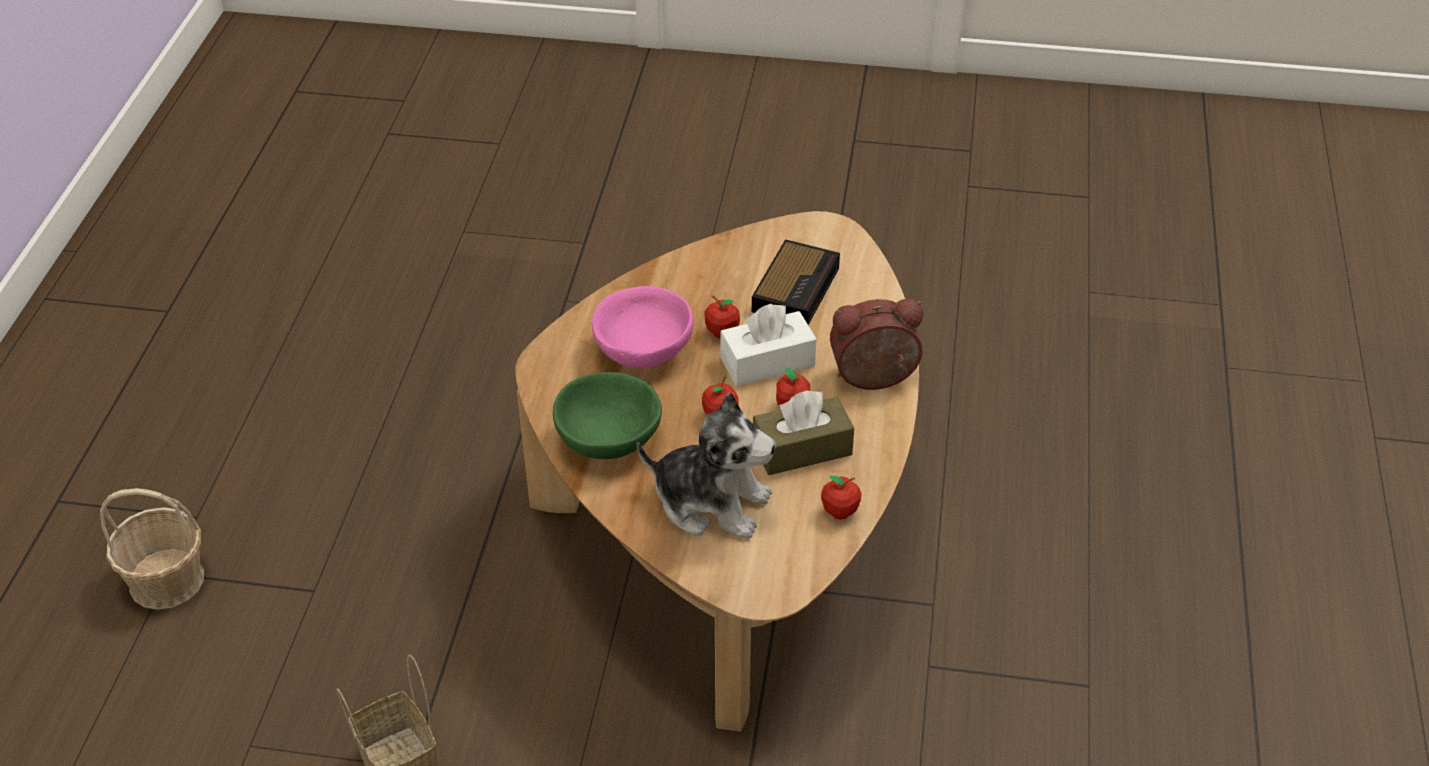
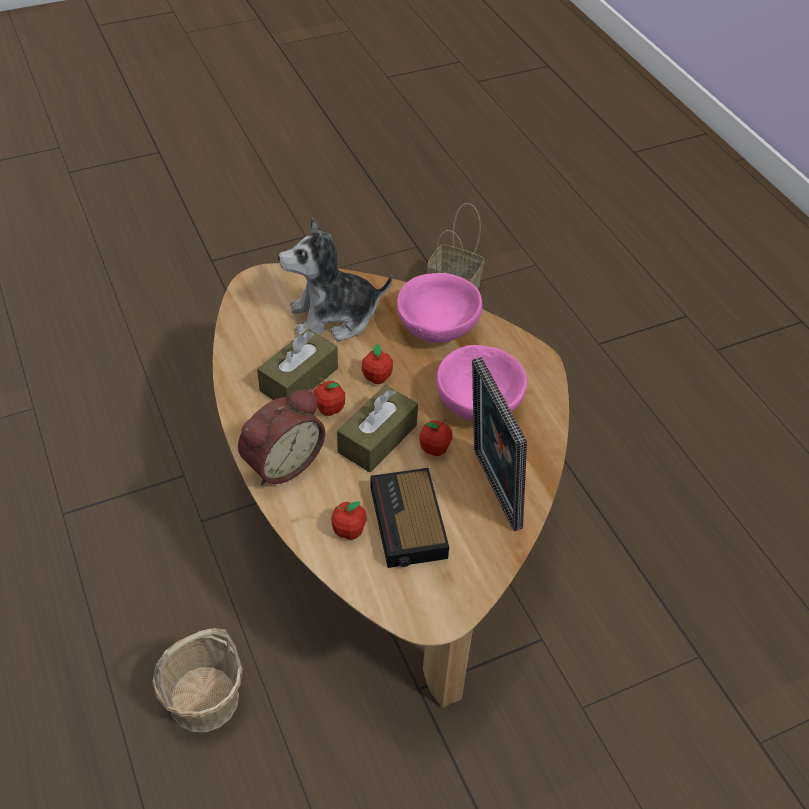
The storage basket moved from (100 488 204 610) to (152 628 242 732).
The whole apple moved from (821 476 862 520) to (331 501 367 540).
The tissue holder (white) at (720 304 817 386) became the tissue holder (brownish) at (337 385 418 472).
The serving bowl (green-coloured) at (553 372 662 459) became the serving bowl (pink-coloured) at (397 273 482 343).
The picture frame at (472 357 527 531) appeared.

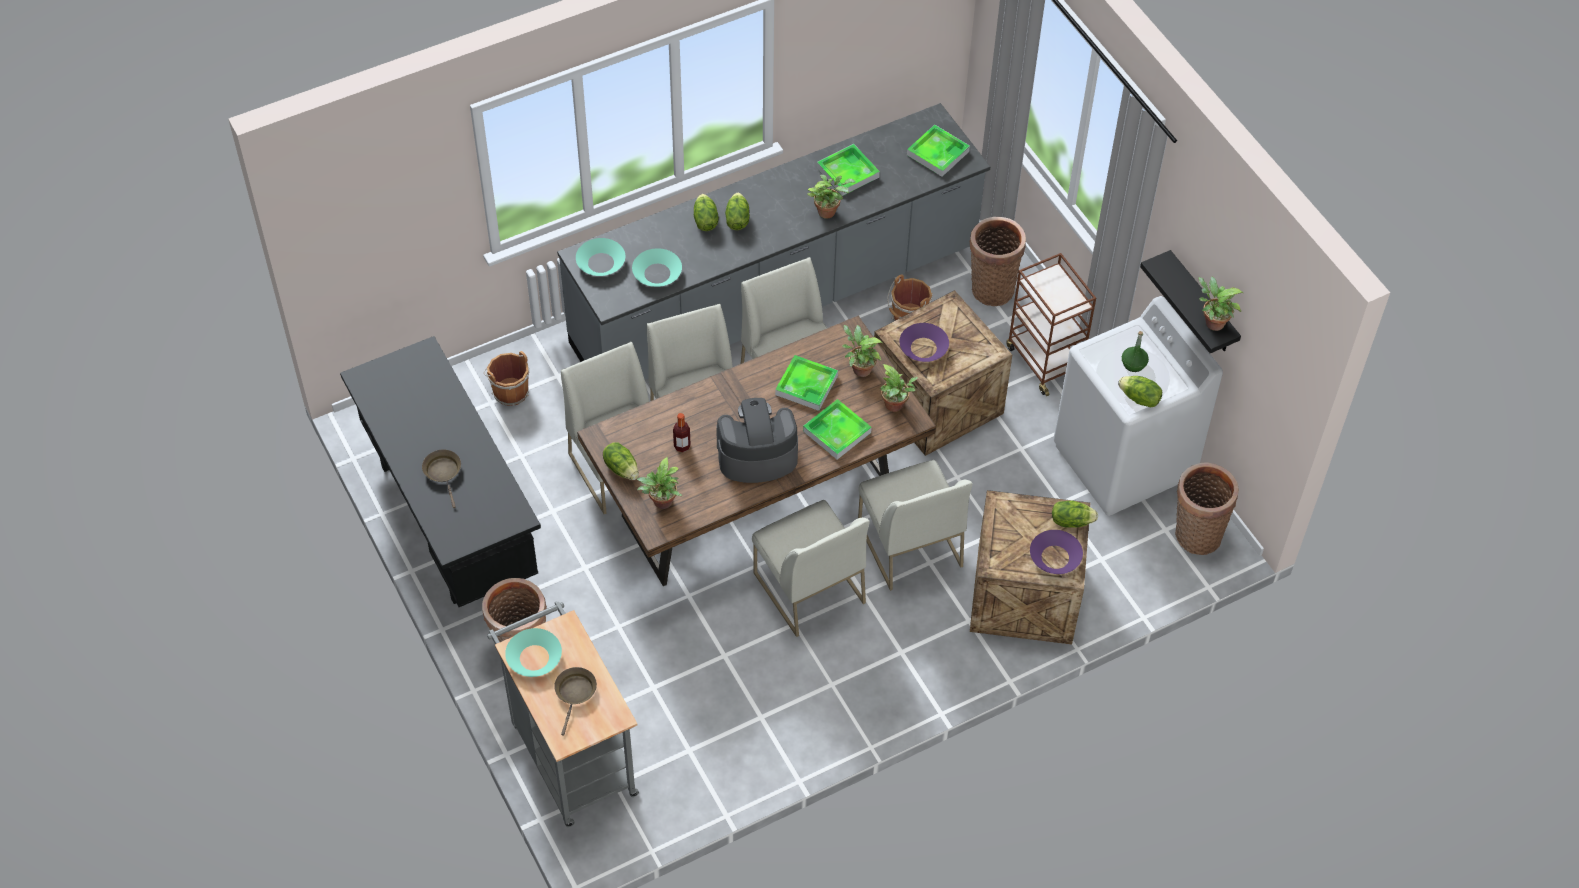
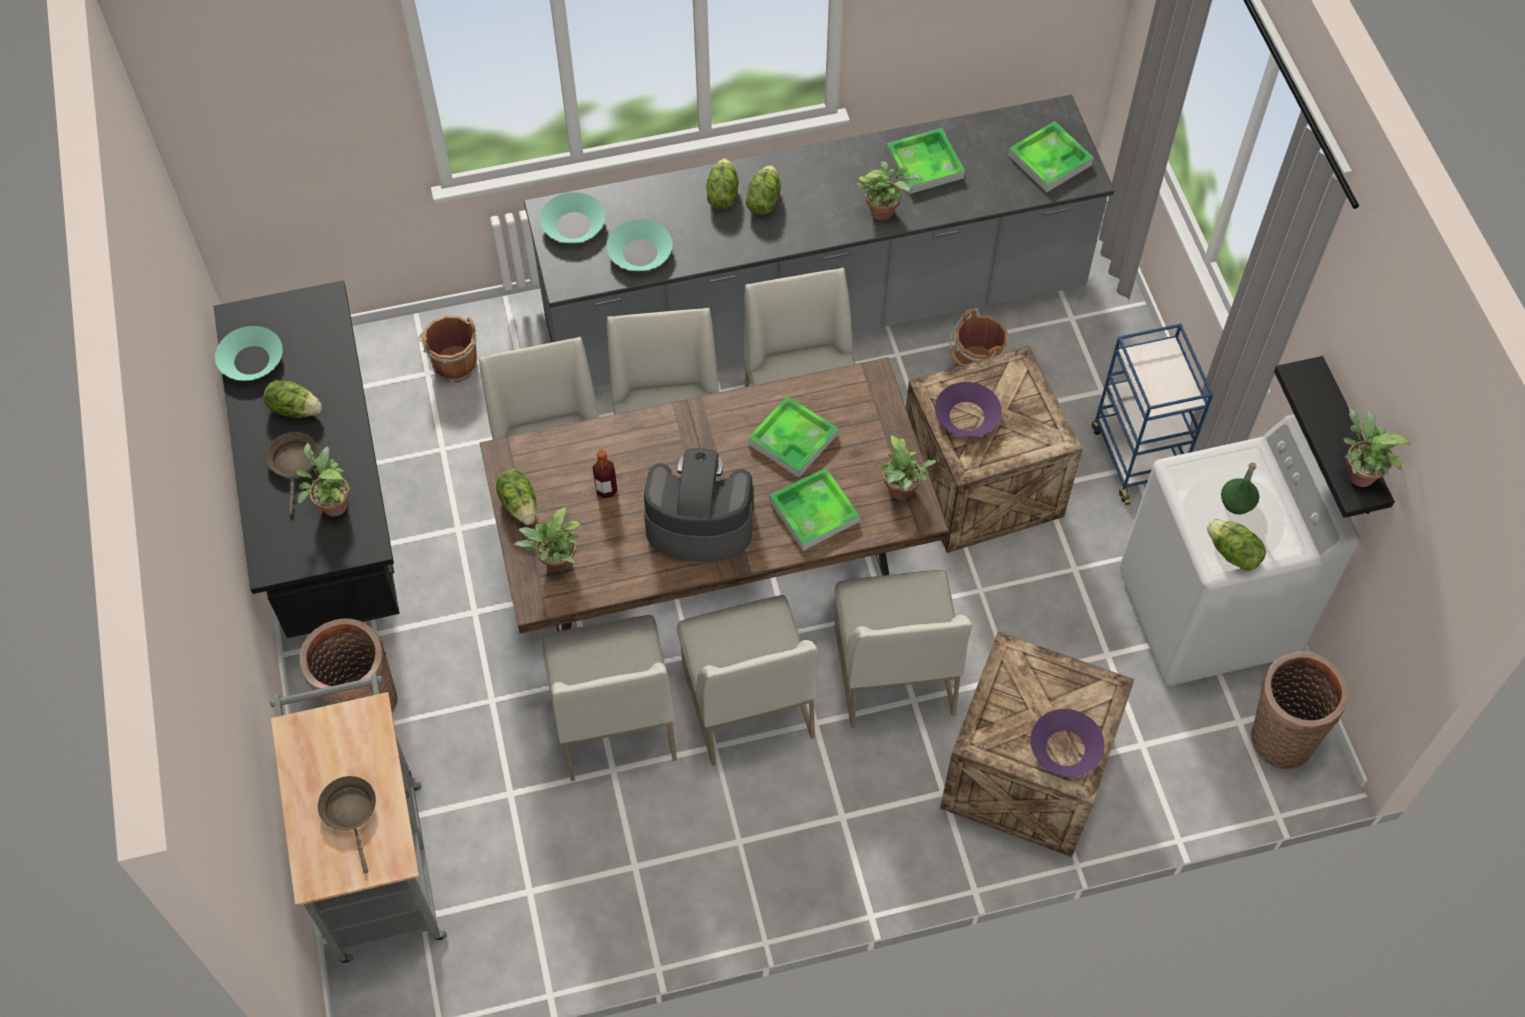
The serving bowl (blue-green) moved from (505 628 562 677) to (215 326 283 381).
The head of lettuce moved from (1052 501 1098 528) to (263 380 322 418).
The plant in a pot moved from (842 325 882 377) to (296 443 352 517).
The pan (brownish) at (554 667 597 736) turned 45 degrees counterclockwise.
The plain chair (white) at (541 615 677 781) appeared.
The wheeled cart (brownish) at (1006 253 1096 396) became the wheeled cart (blue) at (1092 324 1213 505).
The storage basket at (969 217 1026 306) disappeared.

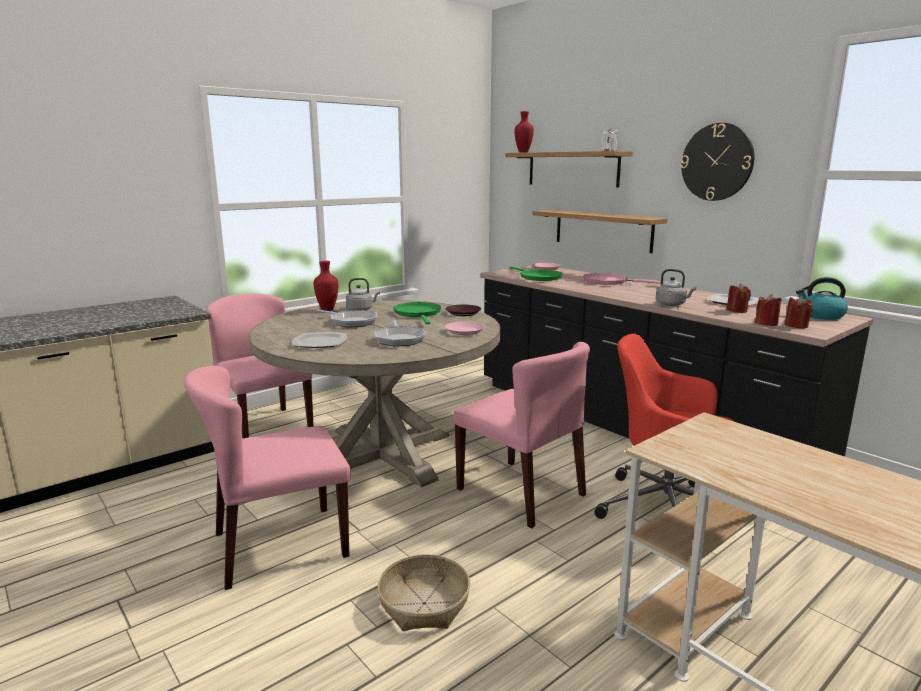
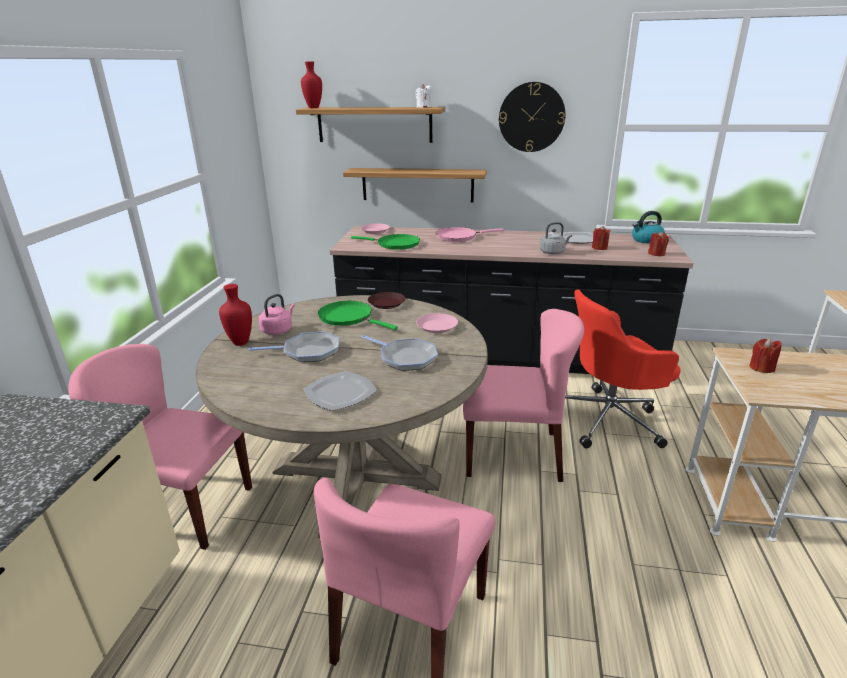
The water kettle (greyish) at (346 278 380 310) became the water kettle (pink-coloured) at (259 294 295 335).
The candle (red) moved from (755 294 782 326) to (749 338 782 373).
The storage basket at (377 554 470 631) disappeared.

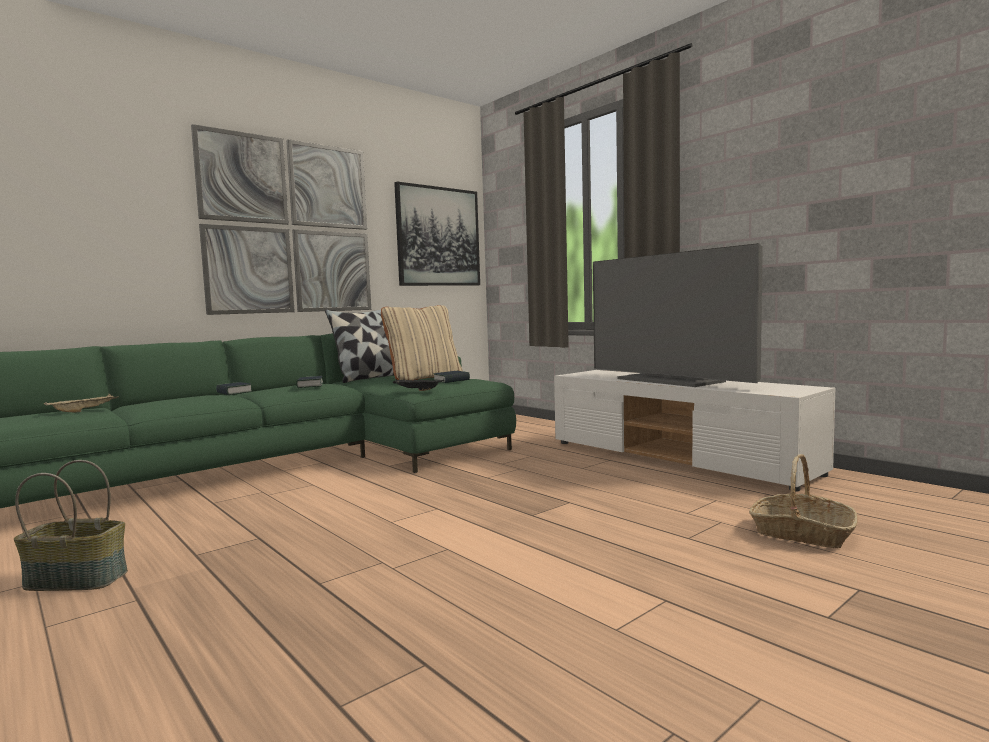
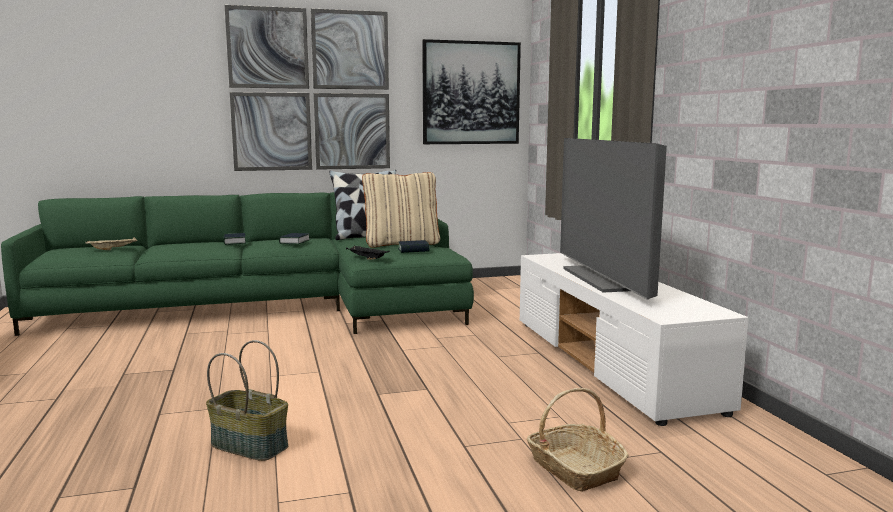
The storage basket moved from (14 460 128 591) to (206 340 288 461).

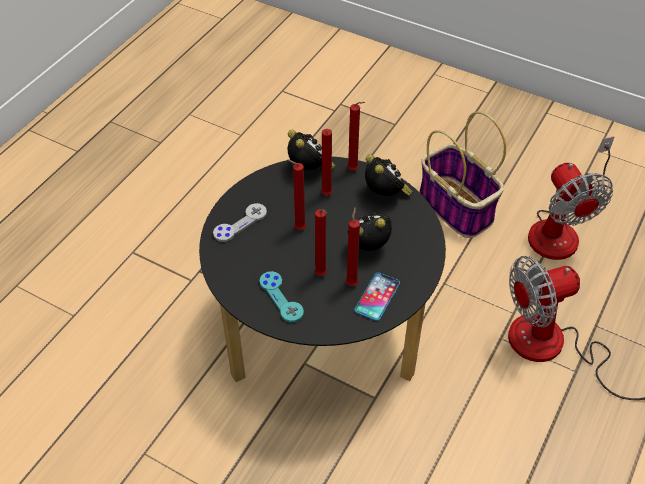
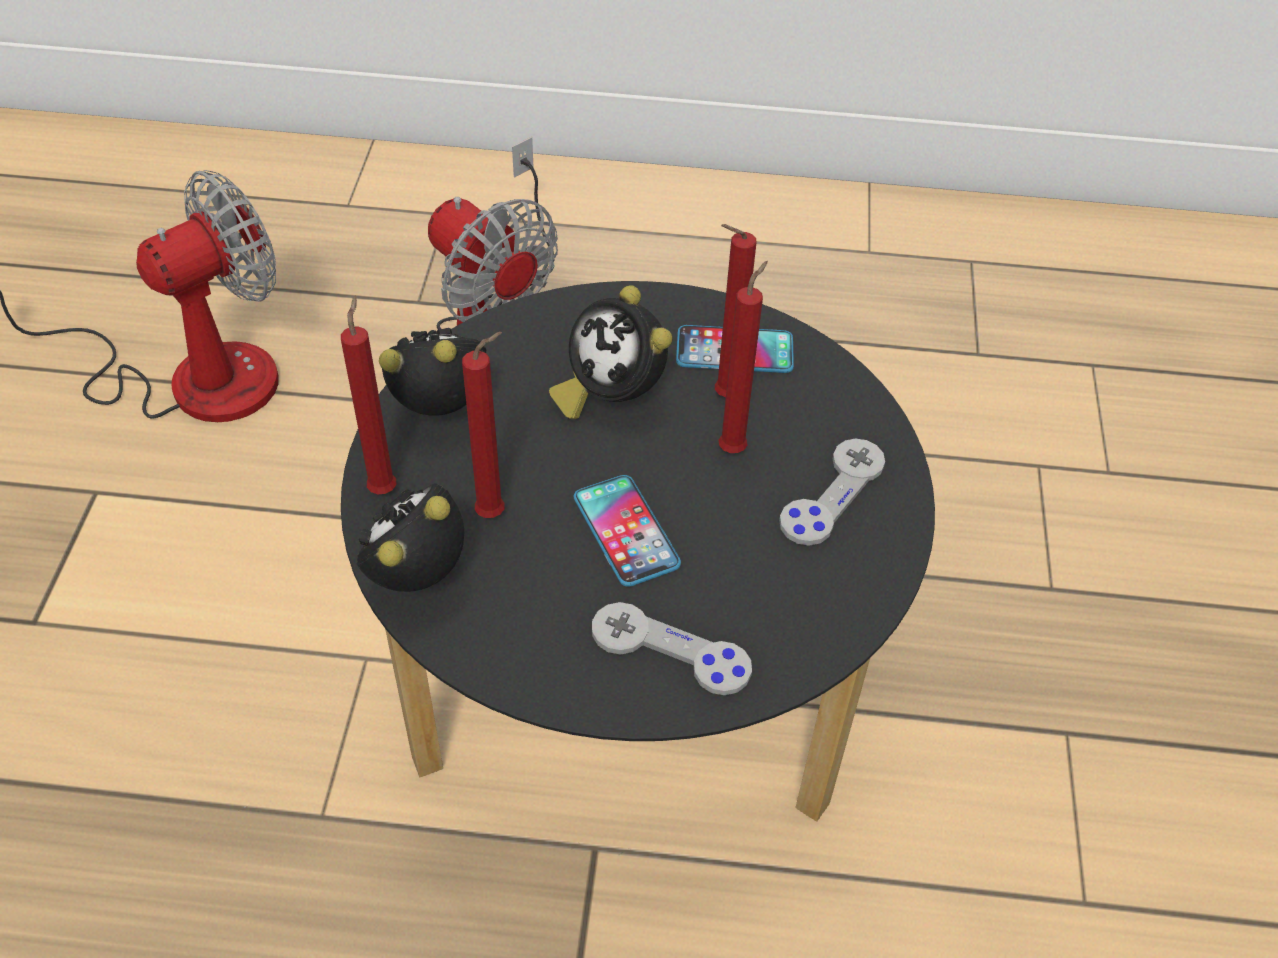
The bedside clock at (365 154 412 196) turned 45 degrees clockwise.
The candle (red) at (287 159 306 230) was replaced by the handset at (574 475 681 587).
The game controller (blue-green) at (259 271 304 322) became the game controller (greyish) at (779 438 885 546).
The storage basket at (420 111 506 238) disappeared.

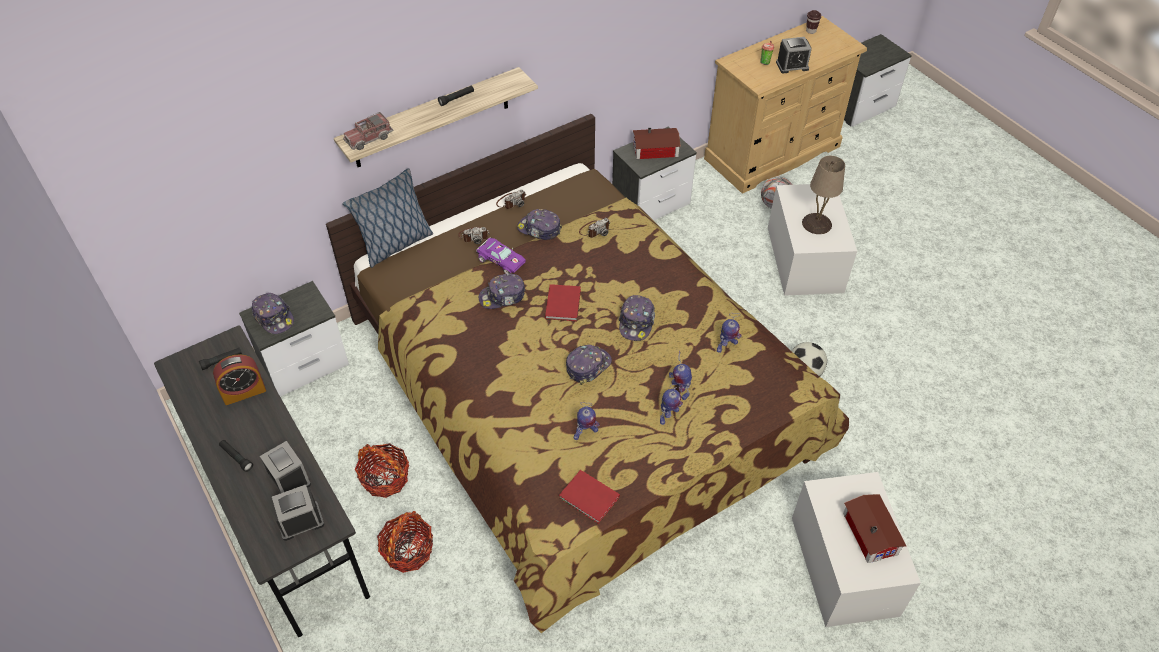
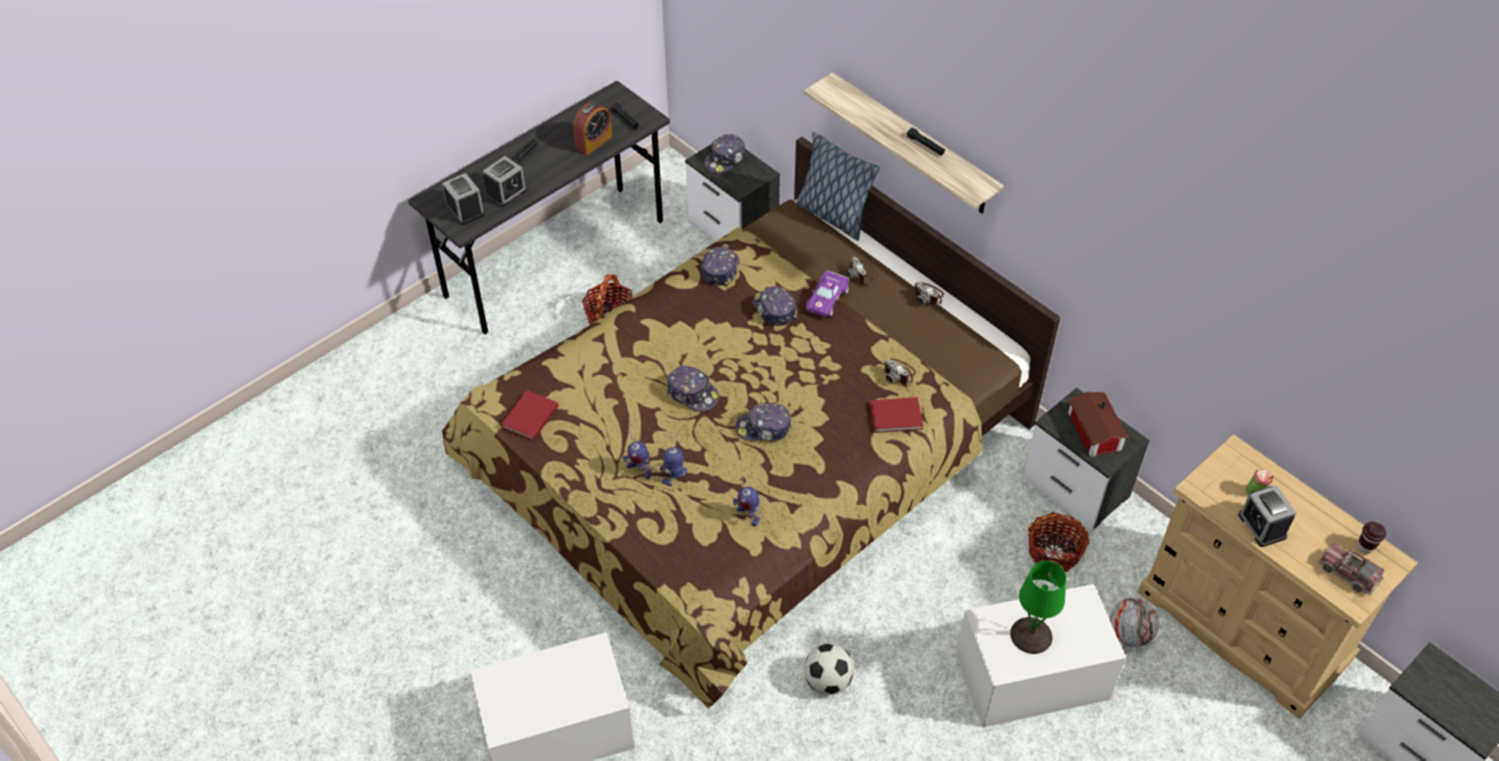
The bedside clock at (213 354 266 405) turned 105 degrees counterclockwise.
The baseball cap moved from (517 209 562 240) to (700 246 740 287).
The volume (red) moved from (545 284 581 321) to (870 397 924 433).
The lamp for a table (sand-coloured) at (802 156 845 234) became the lamp for a table (green-coloured) at (1010 561 1066 654).
The storage basket moved from (377 511 433 573) to (1028 512 1089 572).
The toy truck moved from (343 112 393 150) to (1318 543 1384 595).
The robot figure at (573 402 600 440) disappeared.
The toy house at (843 494 906 563) disappeared.

